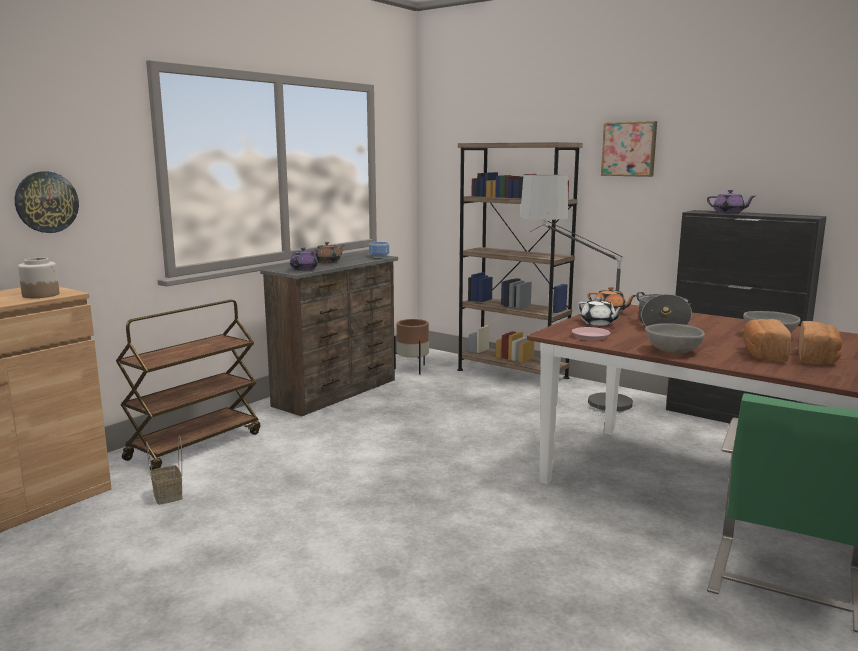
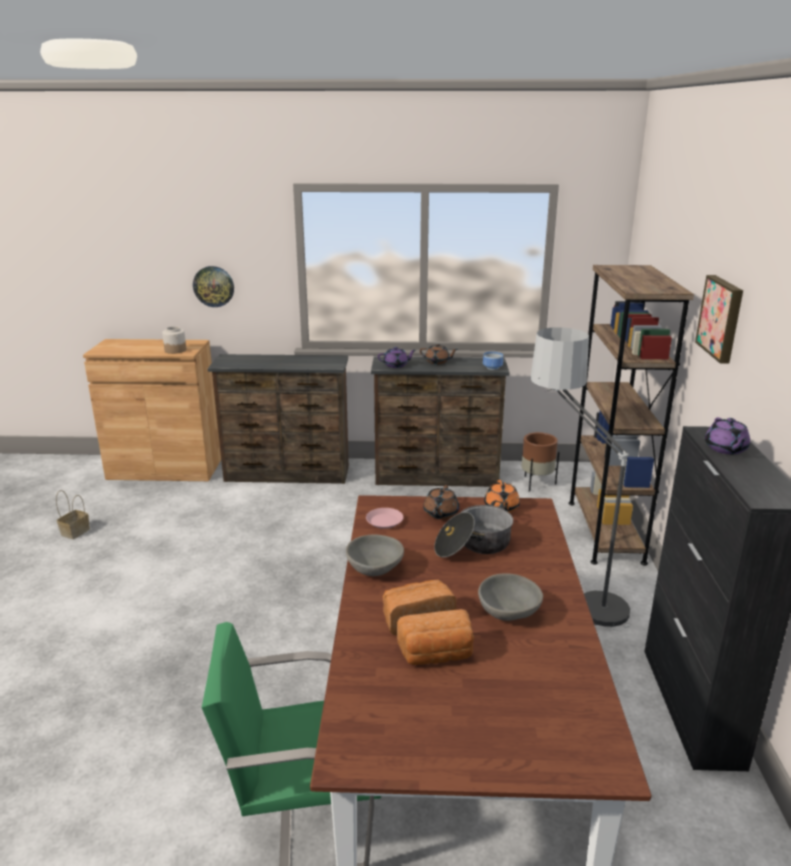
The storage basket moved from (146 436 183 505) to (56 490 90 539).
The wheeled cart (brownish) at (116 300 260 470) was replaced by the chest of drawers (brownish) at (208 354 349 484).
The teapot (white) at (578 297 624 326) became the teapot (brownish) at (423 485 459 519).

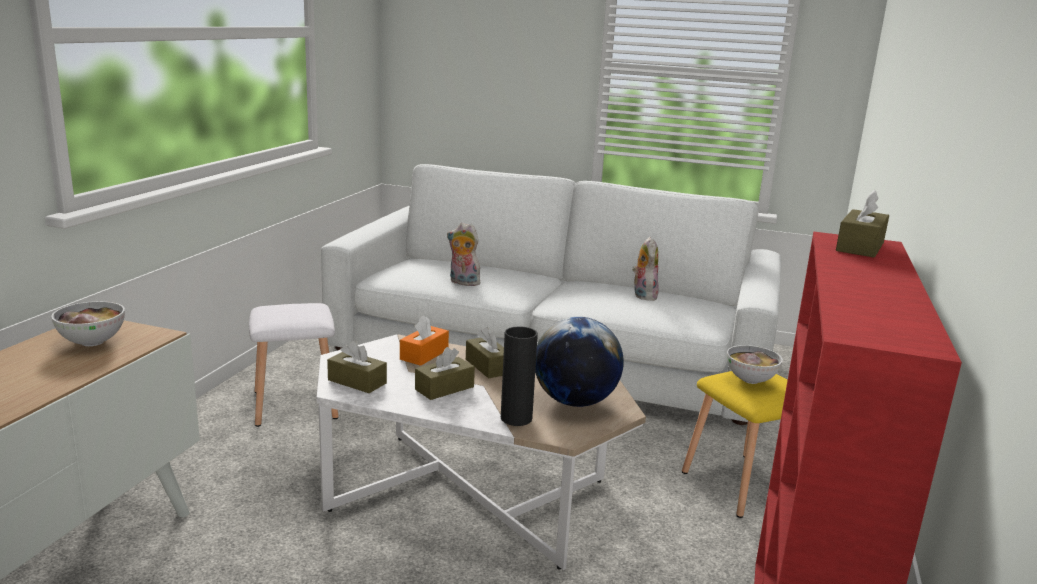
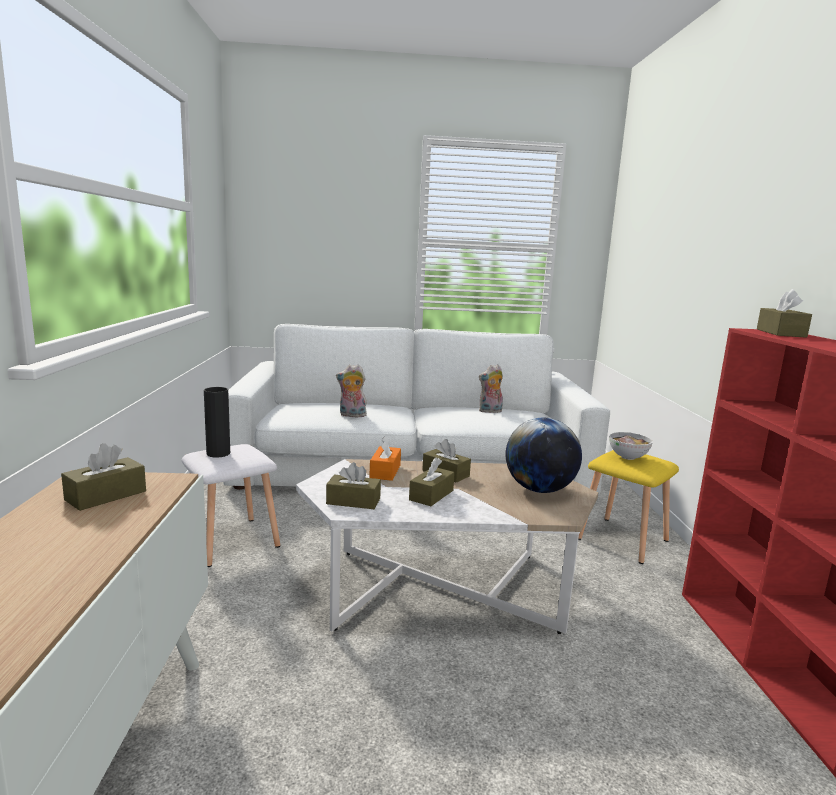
The serving bowl at (51 301 125 346) was replaced by the tissue holder (brownish) at (61 443 146 511).
The decorative vase (blackish) moved from (501 326 538 426) to (204 387 230 458).
The soft toy at (632 236 659 301) turned 90 degrees counterclockwise.

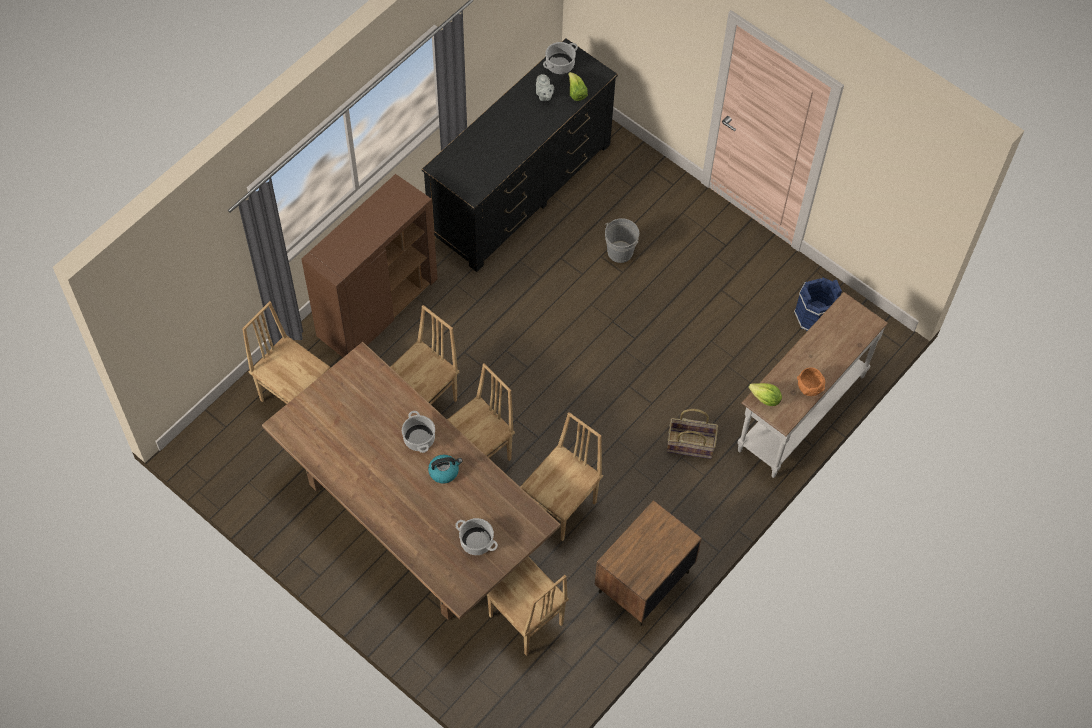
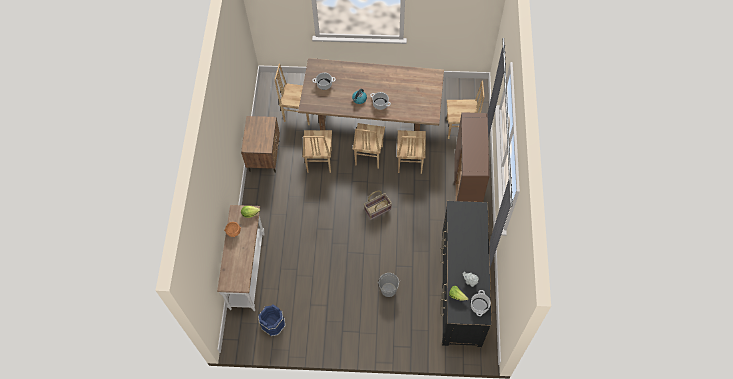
The storage basket moved from (667 409 718 459) to (364 191 392 220).

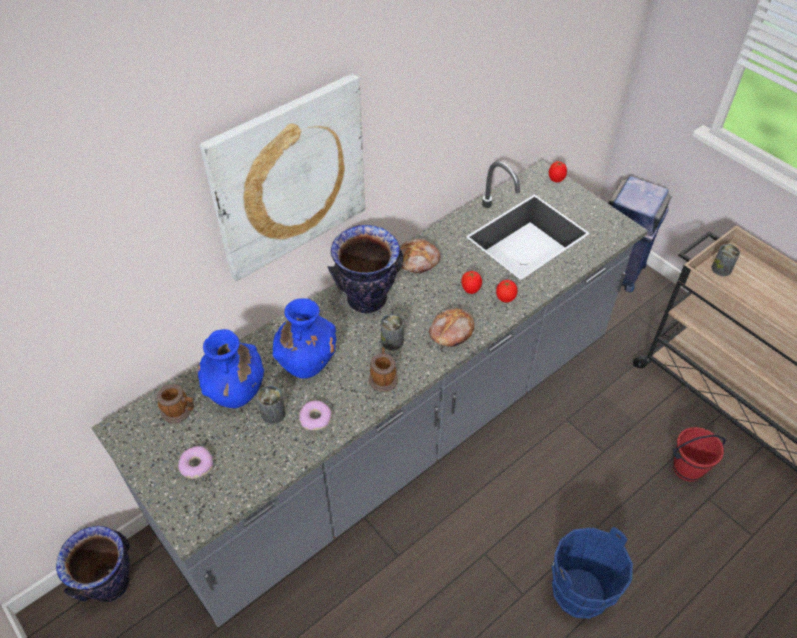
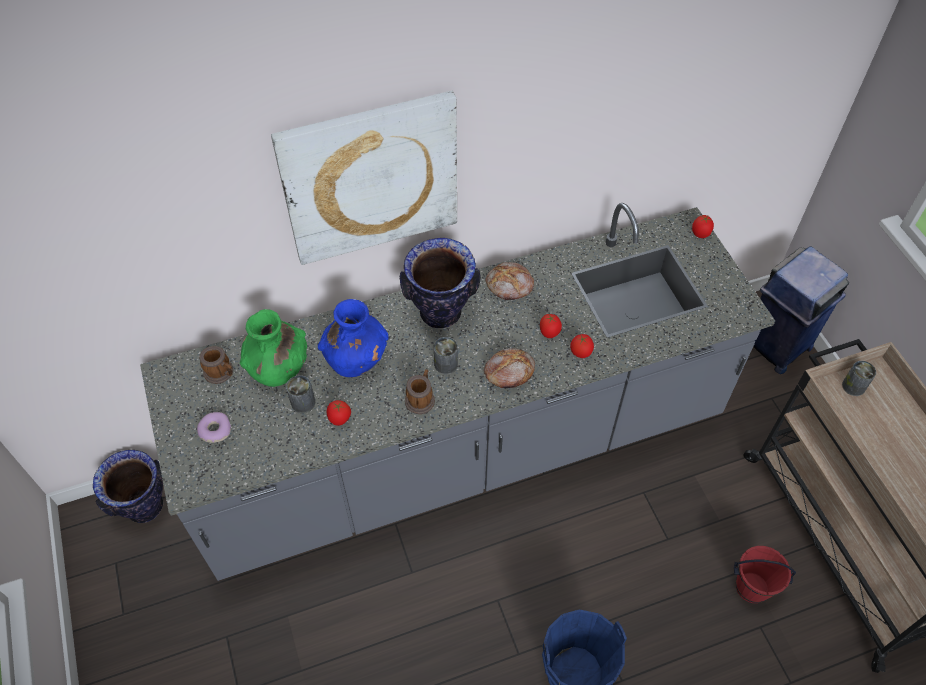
The decorative vase (blue) at (198 329 264 408) became the decorative vase (green-coloured) at (240 309 307 387).
The ring doughnut at (299 400 332 430) was replaced by the tomato at (327 400 351 426).

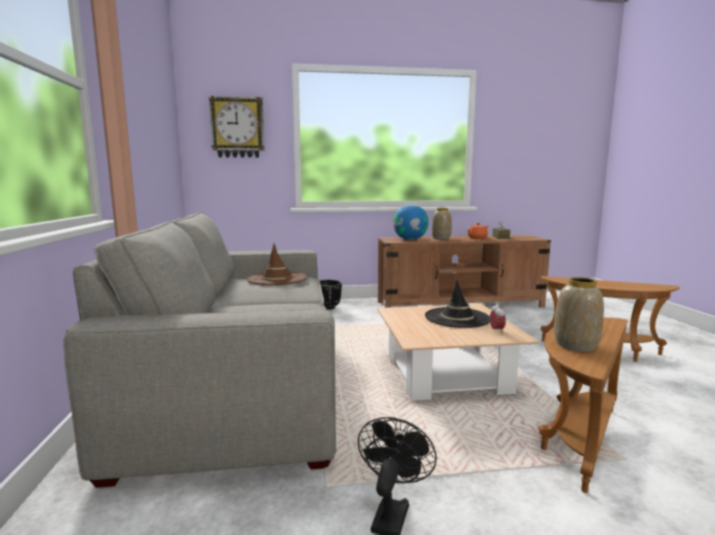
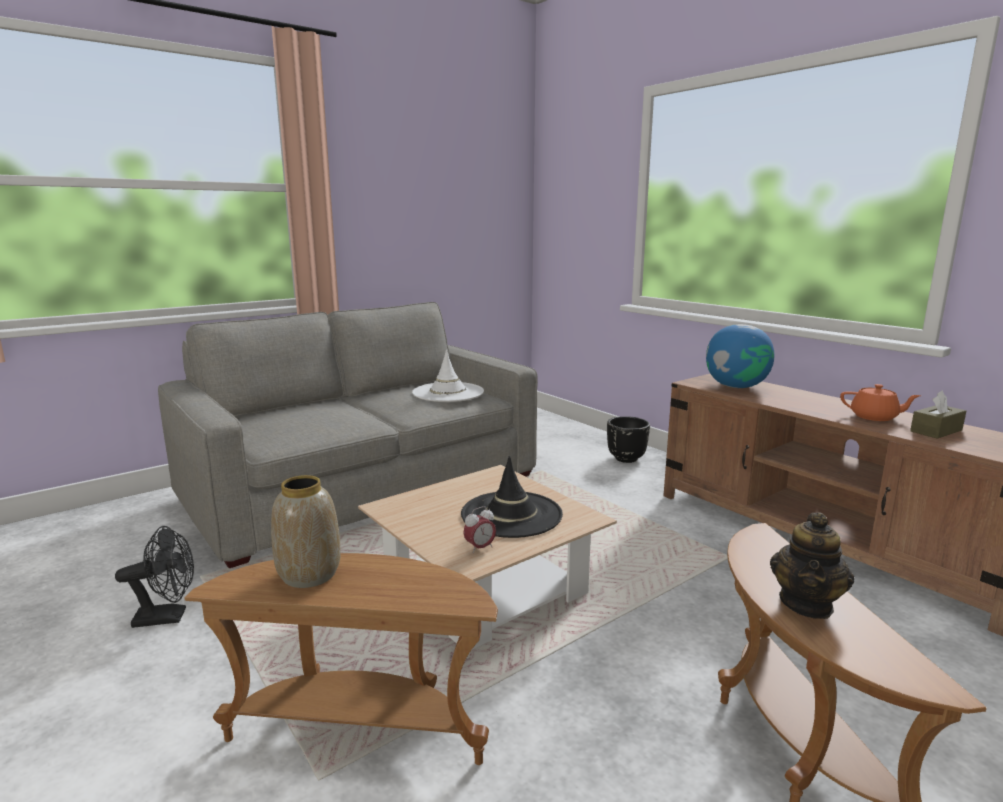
The hat (brownish) at (247 243 307 285) became the hat (white) at (412 350 484 402).
The teapot at (770 512 855 619) appeared.
The clock on the wall at (209 96 264 158) disappeared.
The decorative vase at (432 208 452 240) disappeared.

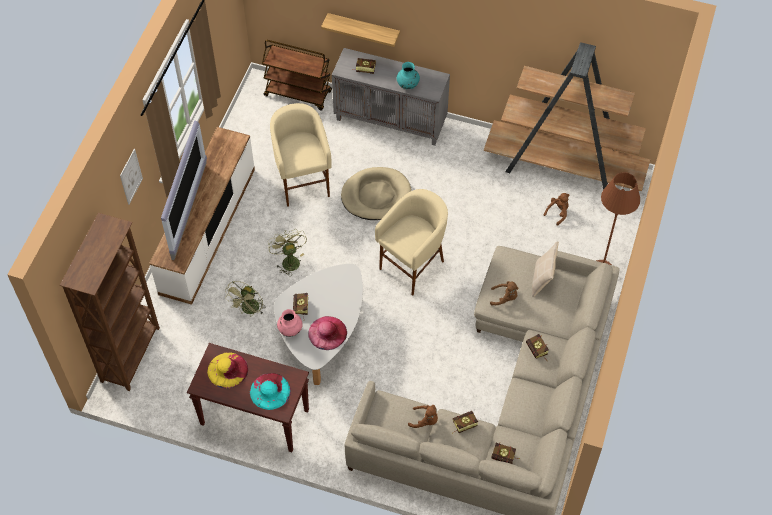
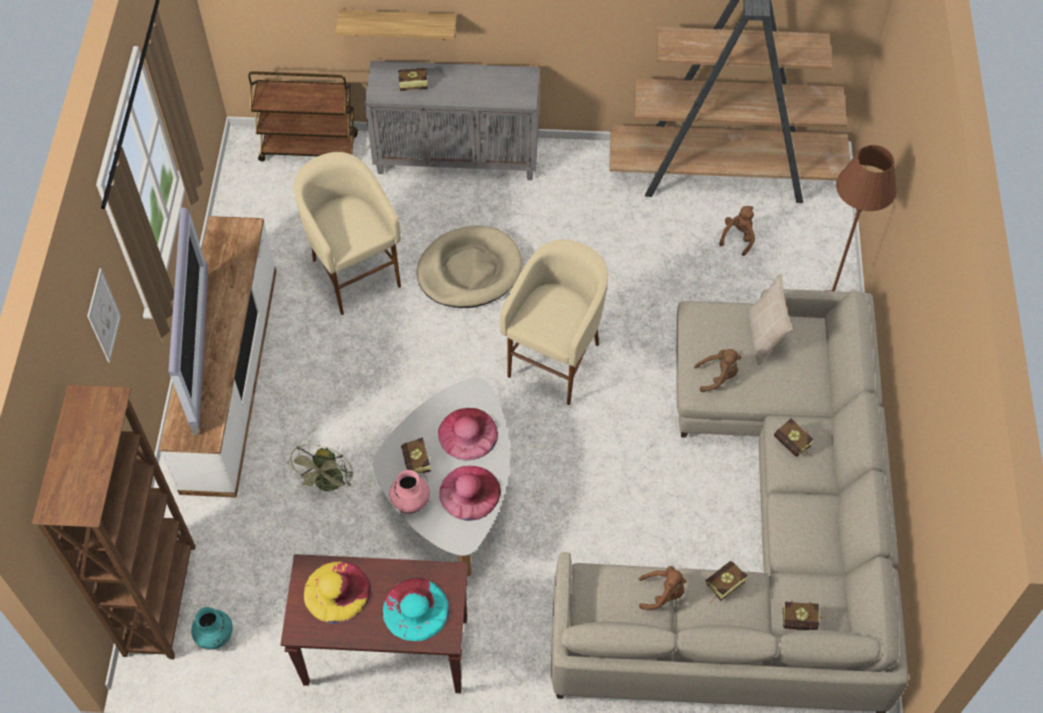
The decorative vase (blue-green) moved from (397 62 420 89) to (191 607 233 650).
The hat (pink-coloured) at (438 408 498 461) appeared.
The electric fan (green-coloured) at (268 229 307 276) disappeared.

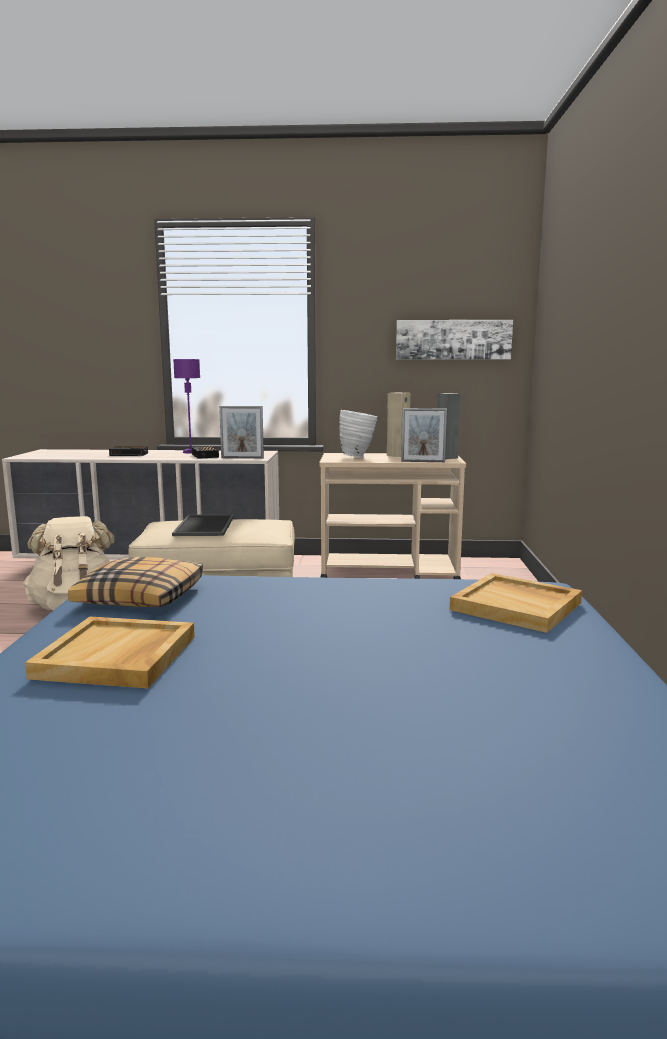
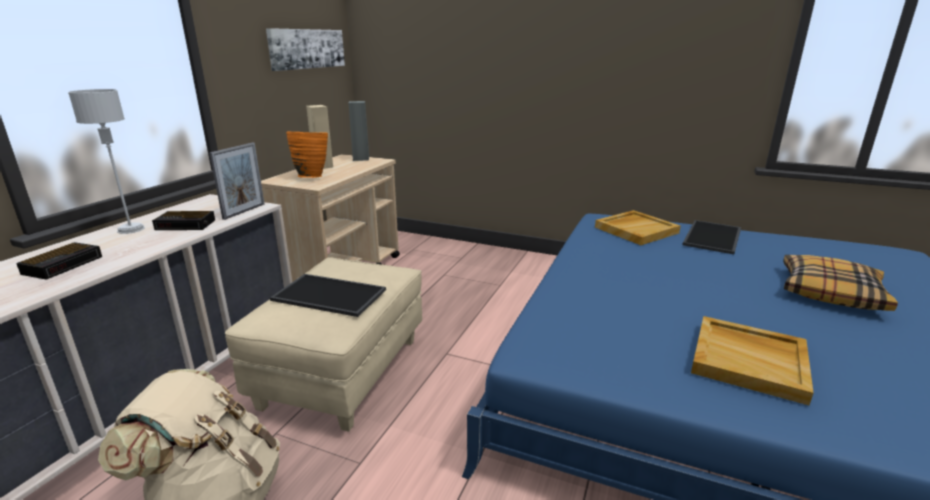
The lamp for a table (purple) at (173 359 200 453) became the lamp for a table (greyish) at (68 89 145 234).
The decorative vase (white) at (339 410 377 458) became the decorative vase (orangey) at (286 132 328 178).
The serving tray at (683 220 741 254) appeared.
The pillow moved from (68 557 203 607) to (783 255 898 311).
The picture frame at (401 408 447 462) disappeared.

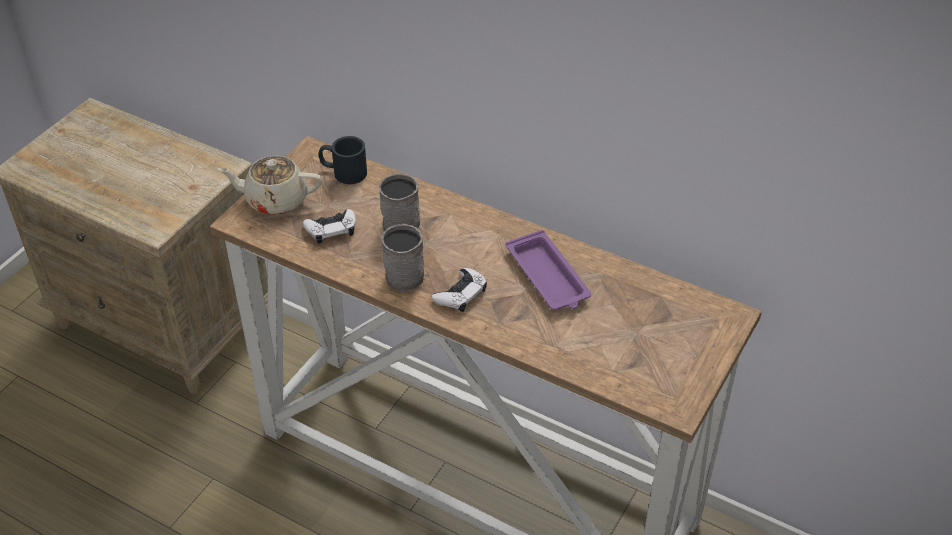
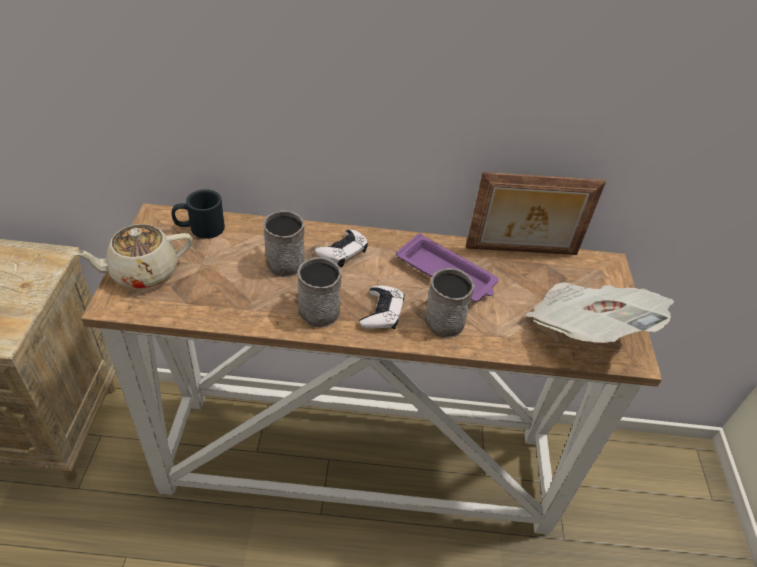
The game controller (white) moved from (303 209 356 244) to (315 230 368 267).
The tea mug (greyish) at (424 268 475 338) appeared.
The picture frame at (466 172 606 255) appeared.
The daily paper at (525 282 674 343) appeared.

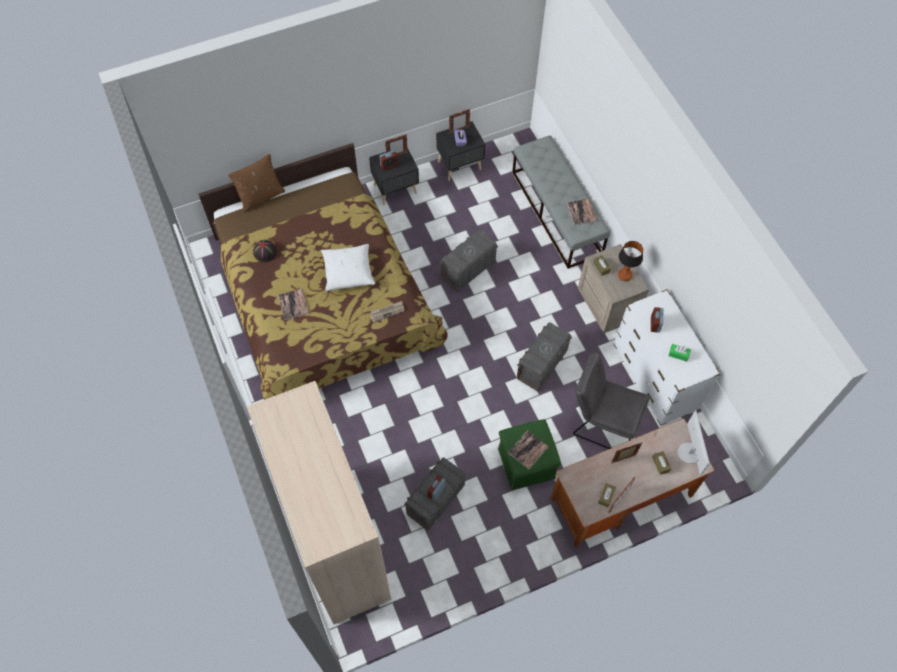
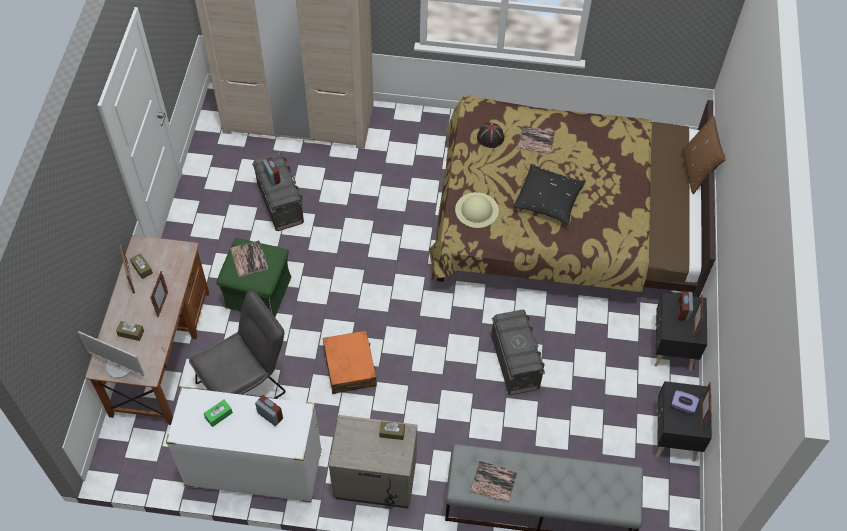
The storage container (greyish) at (517 323 572 391) was replaced by the piece of luggage (orangey) at (323 330 376 394).
The daily paper at (370 301 404 323) was replaced by the hat (sand-coloured) at (455 192 499 228).
The hat (blackish) moved from (253 240 277 262) to (477 123 504 148).
The pillow (white) at (321 244 375 291) became the pillow (blackish) at (513 164 585 225).
The lamp for a table at (618 241 643 281) disappeared.

